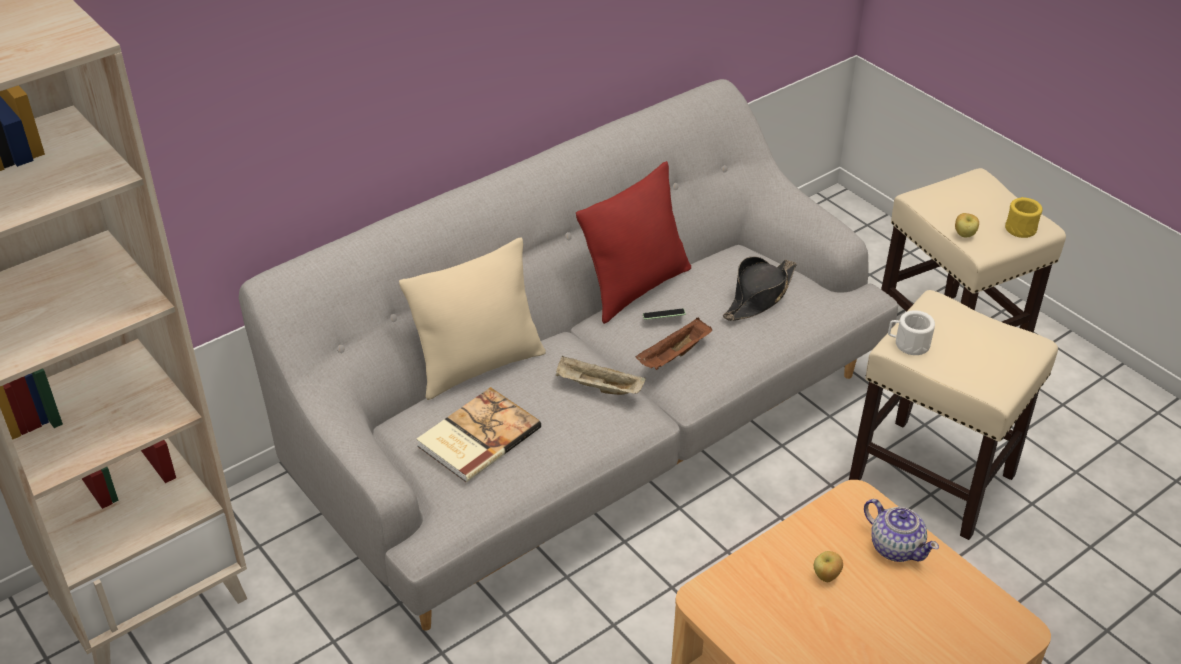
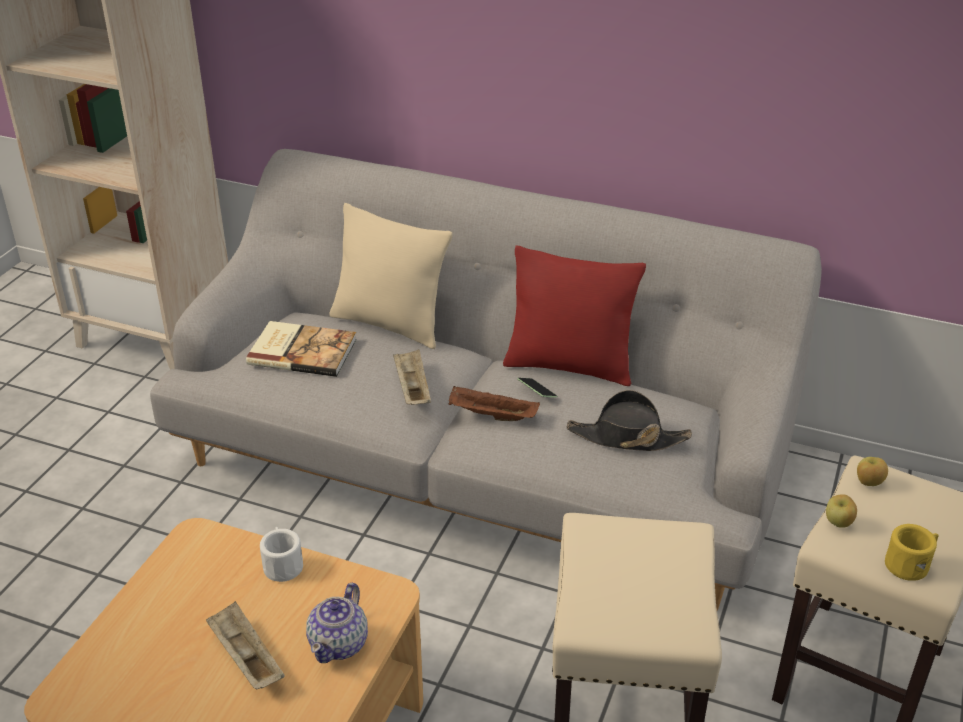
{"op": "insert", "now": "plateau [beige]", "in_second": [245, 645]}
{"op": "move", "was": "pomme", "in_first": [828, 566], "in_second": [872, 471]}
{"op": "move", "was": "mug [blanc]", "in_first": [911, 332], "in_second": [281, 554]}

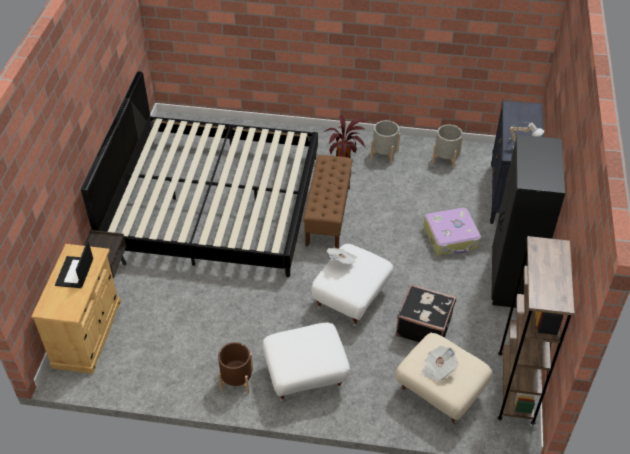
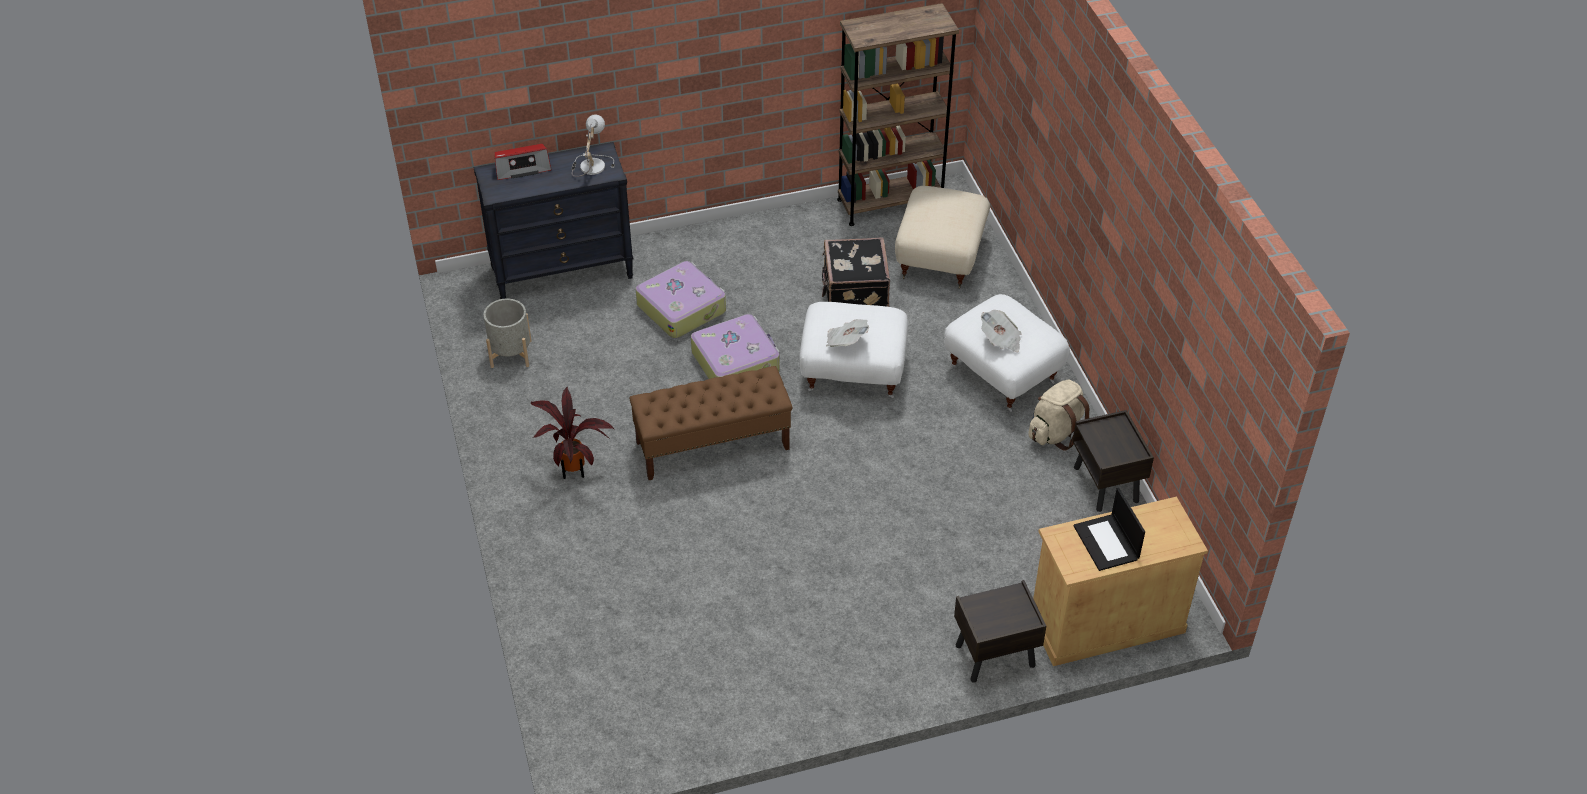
{"op": "delete", "was": "lit", "in_first": [199, 174]}
{"op": "delete", "was": "cache-pot [gris]", "in_first": [385, 142]}
{"op": "delete", "was": "armoire [noir]", "in_first": [528, 221]}
{"op": "insert", "now": "radio", "in_second": [523, 162]}
{"op": "insert", "now": "valise", "in_second": [735, 346]}
{"op": "insert", "now": "table de chevet [marron]", "in_second": [1113, 461]}
{"op": "move", "was": "journal", "in_first": [439, 364], "in_second": [1001, 331]}
{"op": "replace", "was": "cache-pot [marron]", "now": "sac à dos [beige]", "in_first": [235, 368], "in_second": [1058, 415]}
{"op": "rotate", "was": "ordinateur portable", "in_first": [74, 264], "in_second": [1109, 529], "clockwise": 90}

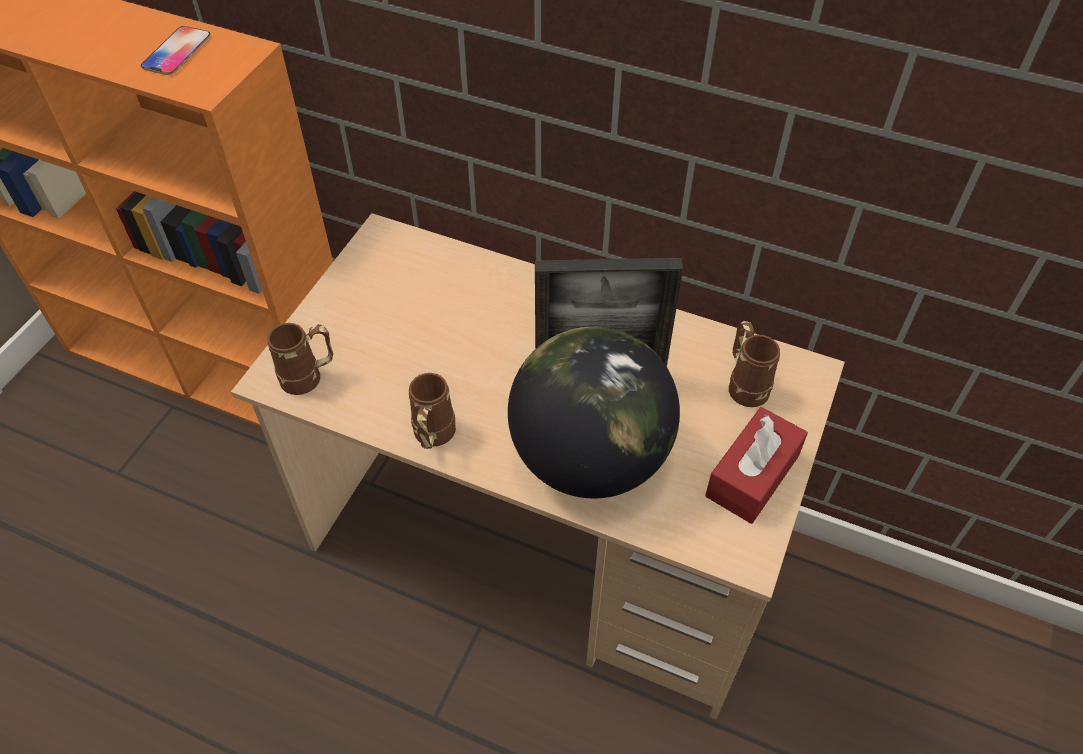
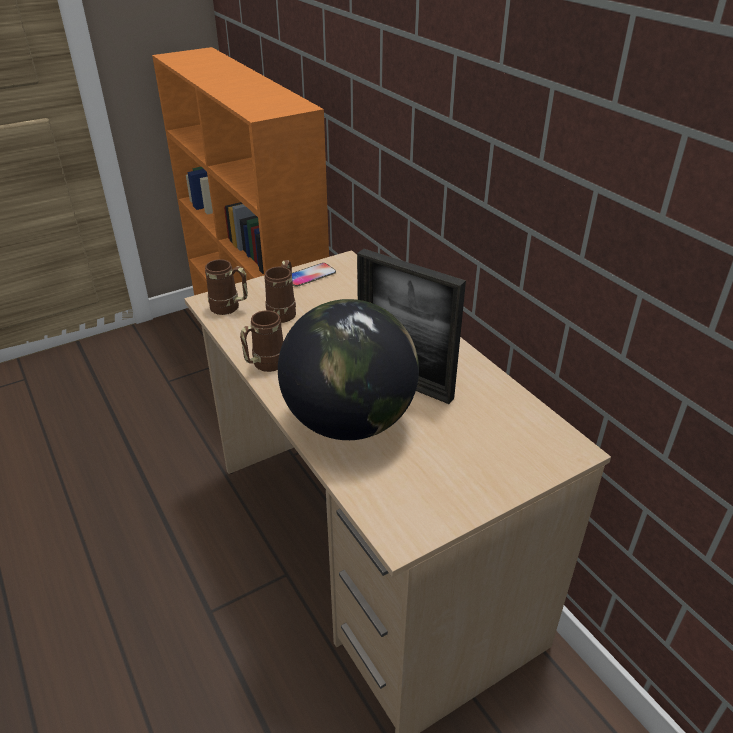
{"op": "delete", "was": "boîte à mouchoirs [rouge]", "in_first": [756, 465]}
{"op": "move", "was": "téléphone", "in_first": [176, 50], "in_second": [314, 275]}
{"op": "move", "was": "mug [marron]", "in_first": [754, 364], "in_second": [280, 291]}

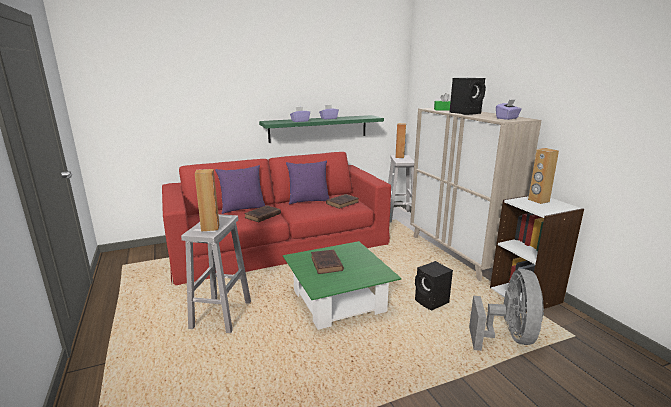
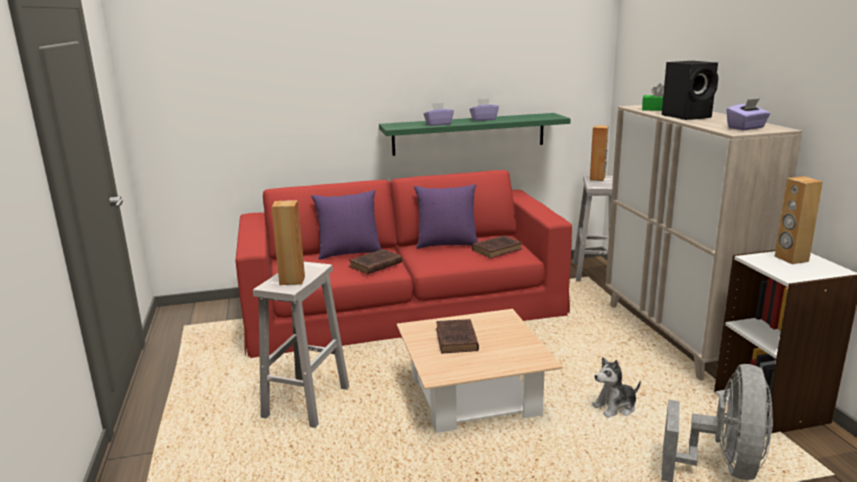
{"op": "replace", "was": "enceinte [noir]", "now": "peluche", "in_first": [434, 286], "in_second": [616, 387]}
{"op": "recolor", "was": "table basse [vert]", "now": "table basse [beige]", "in_first": [342, 285], "in_second": [479, 371]}

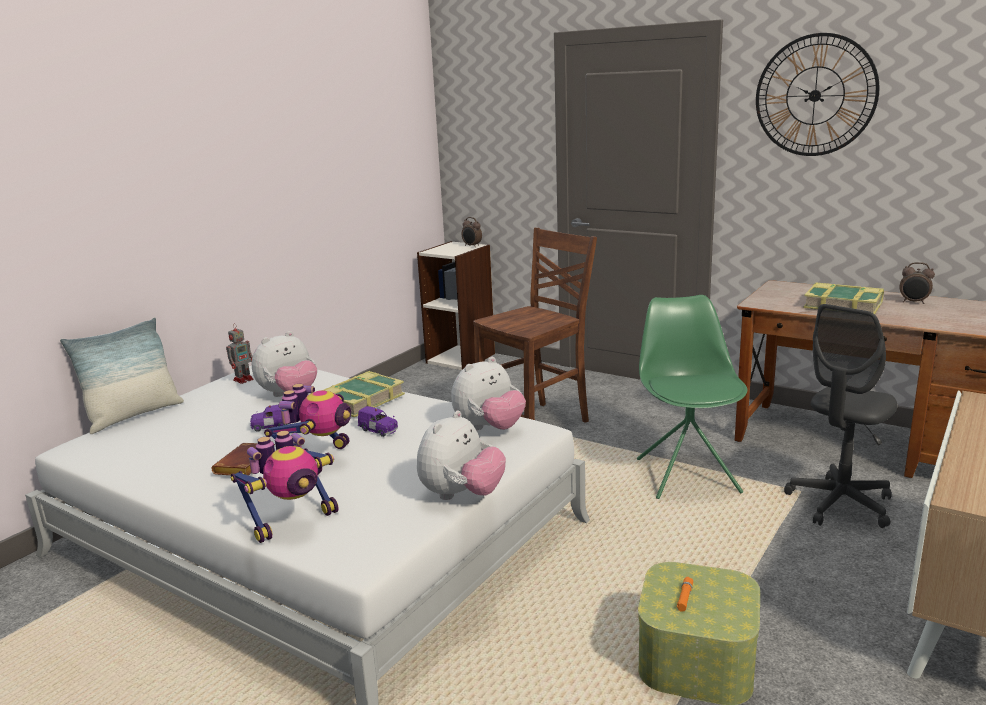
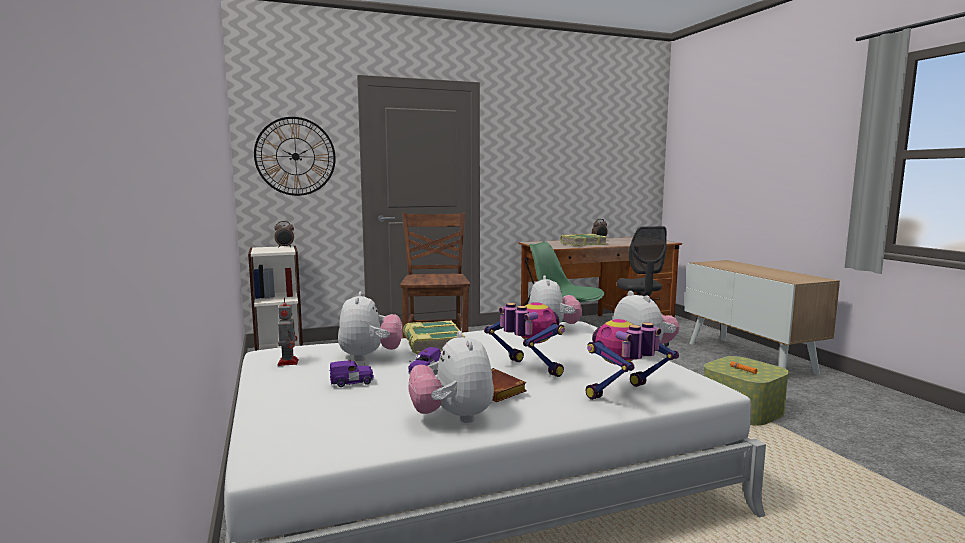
{"op": "delete", "was": "coussin", "in_first": [122, 375]}
{"op": "insert", "now": "peluche", "in_second": [451, 377]}
{"op": "move", "was": "petite voiture [violet]", "in_first": [378, 421], "in_second": [352, 373]}
{"op": "move", "was": "horloge murale", "in_first": [818, 94], "in_second": [295, 156]}
{"op": "rotate", "was": "robot jouet", "in_first": [284, 487], "in_second": [632, 359], "clockwise": -120}

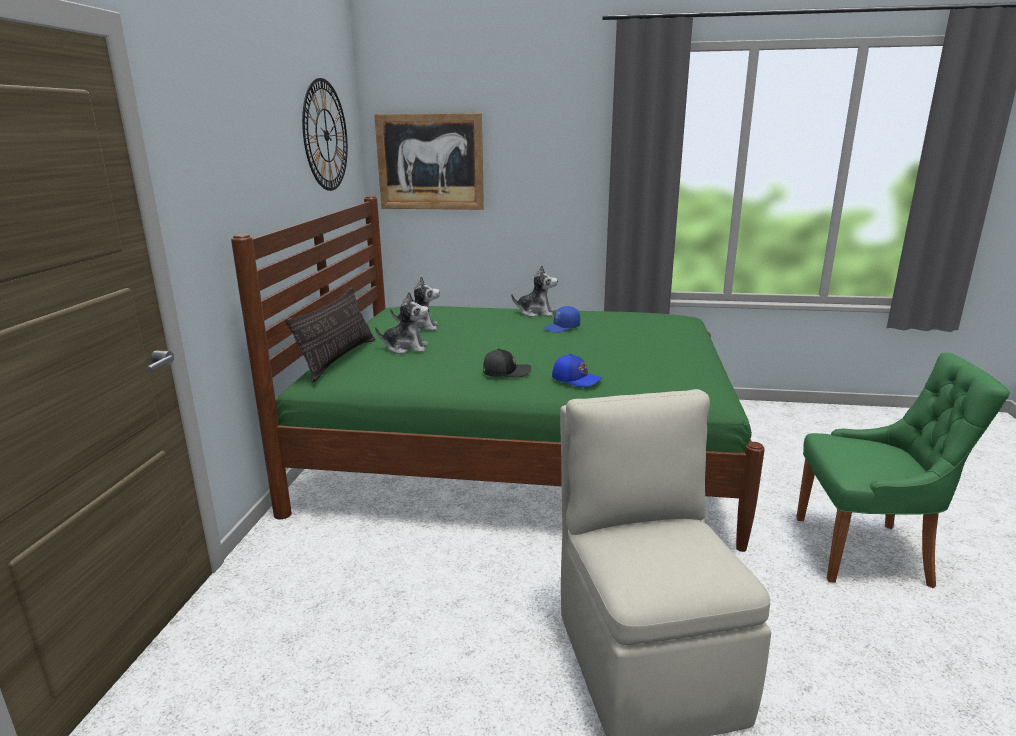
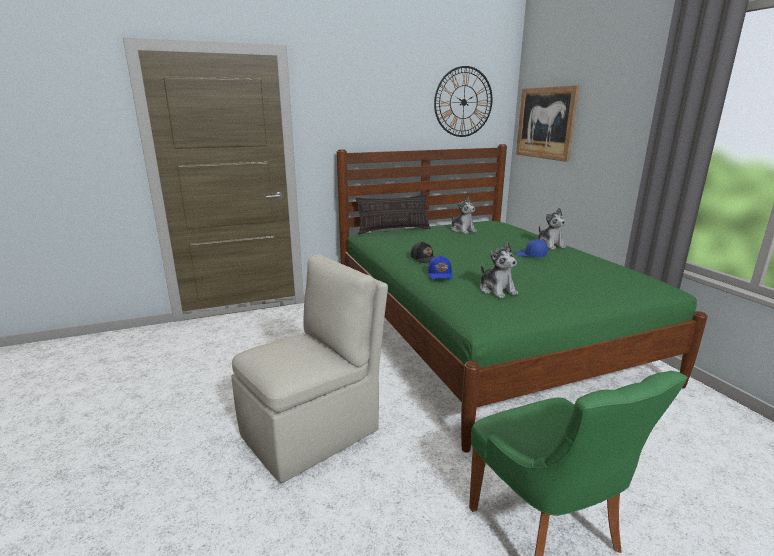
{"op": "move", "was": "peluche", "in_first": [402, 323], "in_second": [499, 270]}

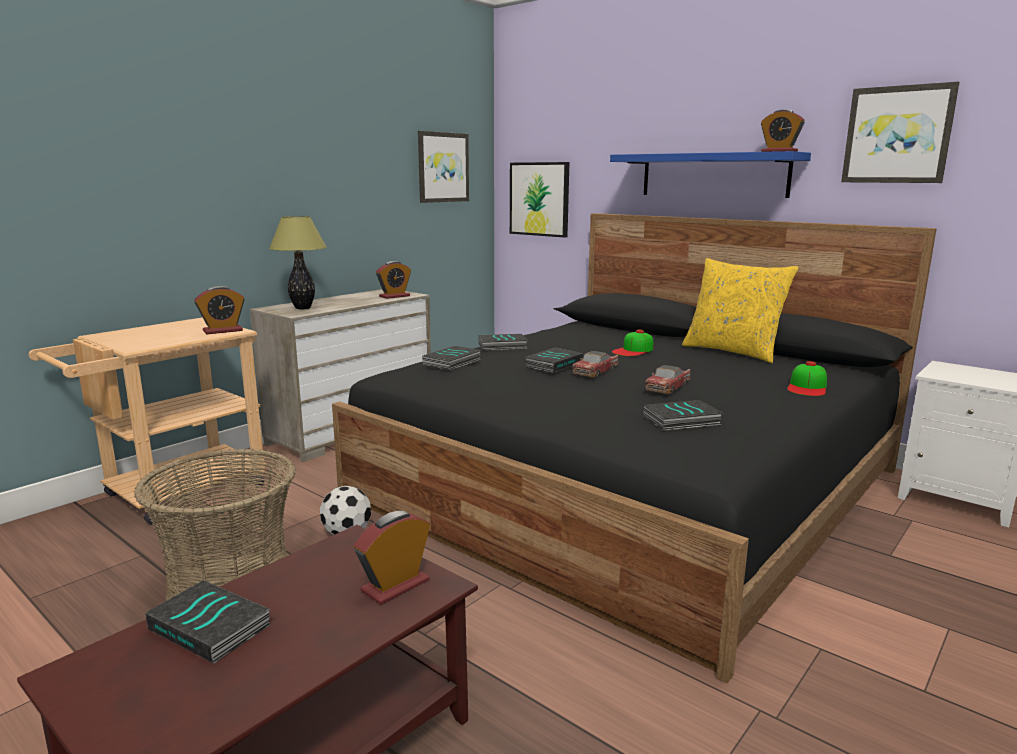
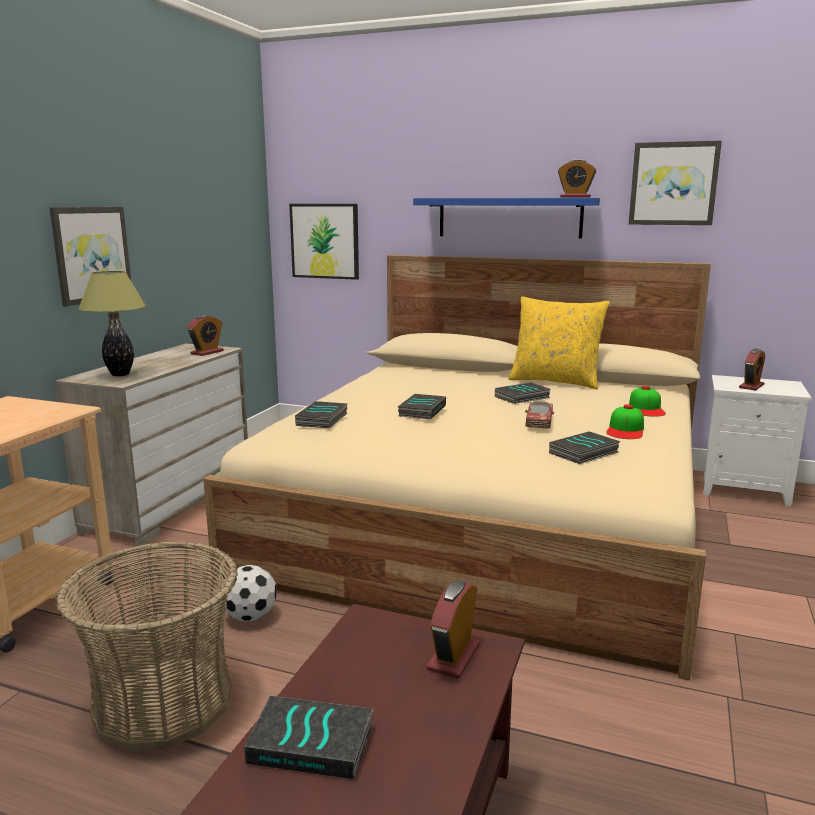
{"op": "delete", "was": "petite voiture", "in_first": [595, 364]}
{"op": "move", "was": "réveil", "in_first": [219, 310], "in_second": [752, 370]}
{"op": "move", "was": "tableau", "in_first": [443, 167], "in_second": [90, 256]}
{"op": "move", "was": "livre", "in_first": [503, 342], "in_second": [523, 393]}
{"op": "move", "was": "casquette", "in_first": [632, 342], "in_second": [625, 421]}
{"op": "recolor", "was": "lit [noir]", "now": "lit [beige]", "in_first": [634, 448], "in_second": [457, 467]}

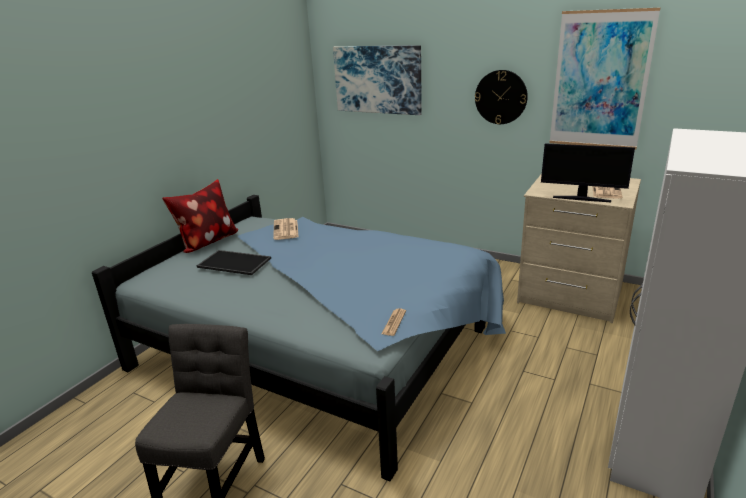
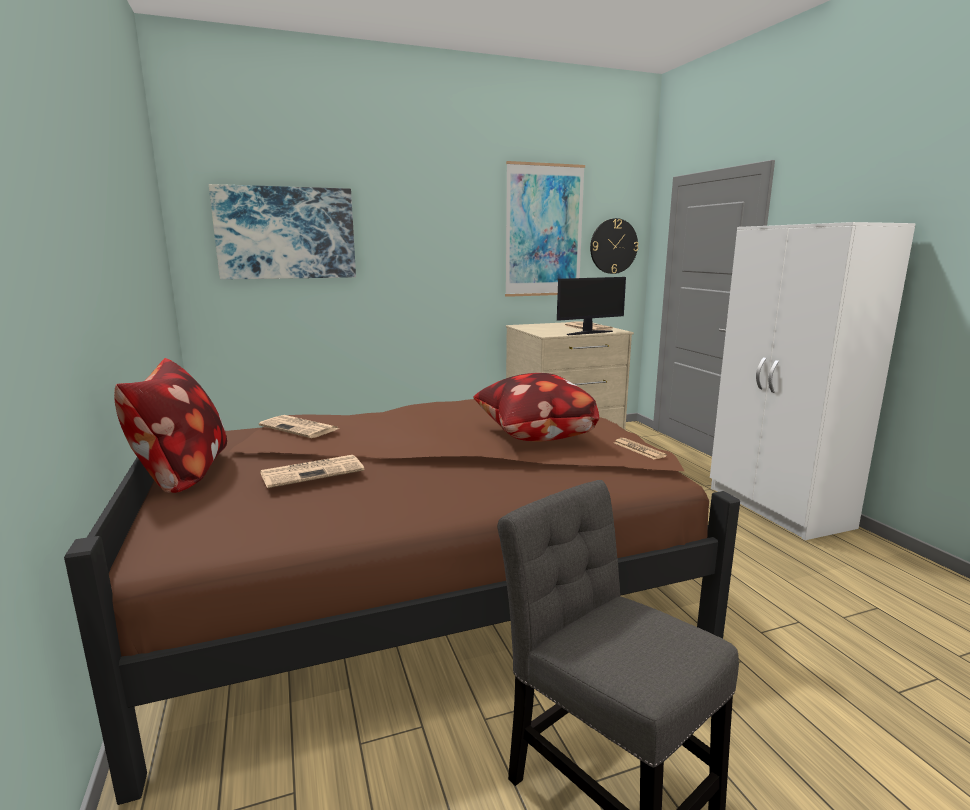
{"op": "insert", "now": "coussin", "in_second": [536, 407]}
{"op": "move", "was": "horloge murale", "in_first": [501, 97], "in_second": [614, 246]}
{"op": "replace", "was": "plateau", "now": "journal", "in_first": [234, 262], "in_second": [312, 471]}
{"op": "recolor", "was": "lit [bleu]", "now": "lit [marron]", "in_first": [299, 338], "in_second": [402, 602]}

